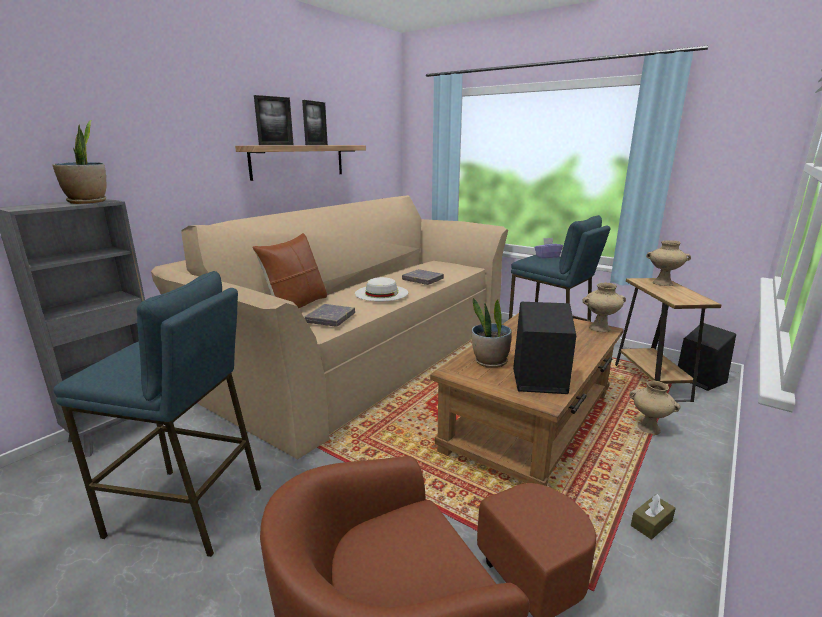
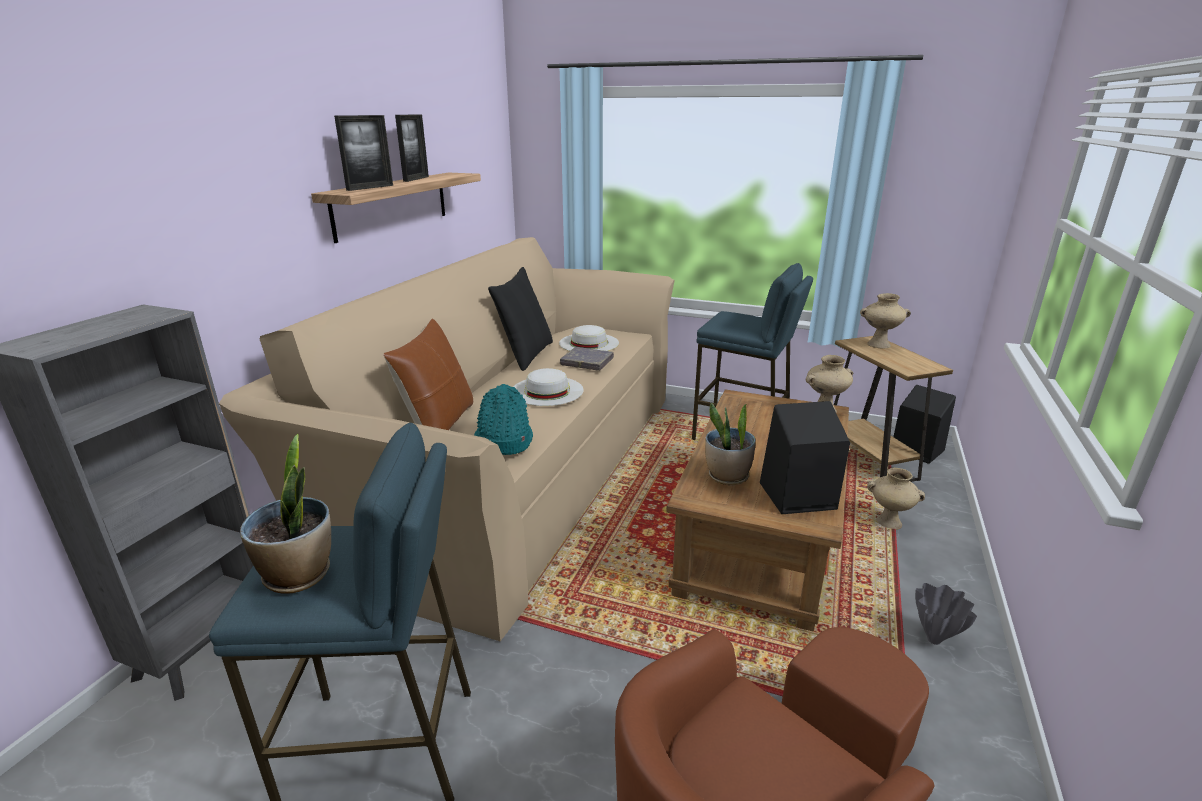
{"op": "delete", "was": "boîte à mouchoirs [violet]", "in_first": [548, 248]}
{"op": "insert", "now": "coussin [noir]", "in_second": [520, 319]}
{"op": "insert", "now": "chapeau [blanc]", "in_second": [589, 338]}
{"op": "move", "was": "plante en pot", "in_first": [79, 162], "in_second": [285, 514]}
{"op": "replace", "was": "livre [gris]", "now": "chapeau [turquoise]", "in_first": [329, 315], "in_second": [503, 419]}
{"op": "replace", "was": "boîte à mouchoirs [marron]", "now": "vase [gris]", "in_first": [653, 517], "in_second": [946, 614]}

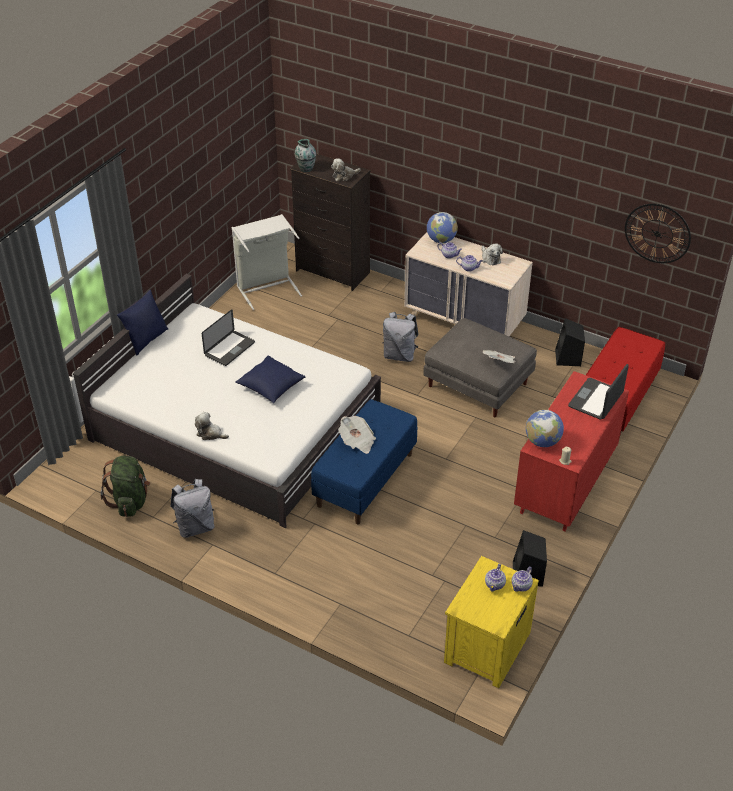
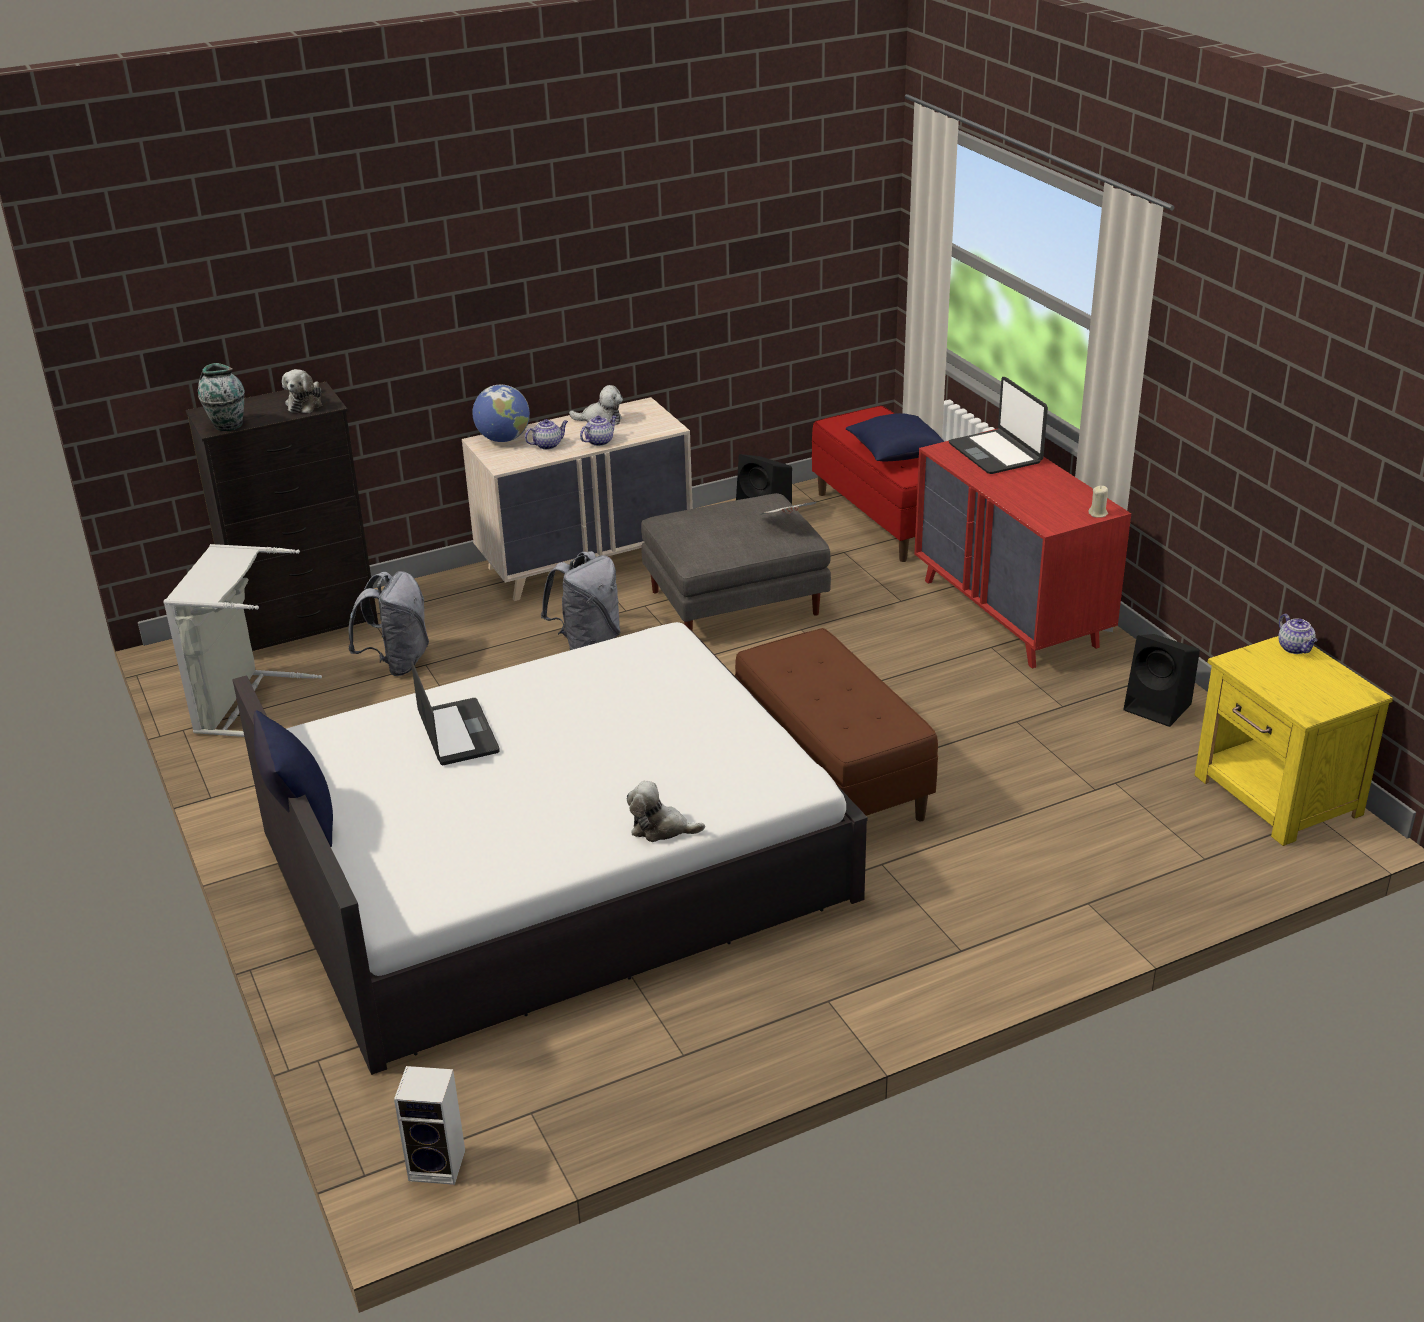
{"op": "delete", "was": "sac à dos [vert]", "in_first": [125, 486]}
{"op": "delete", "was": "journal", "in_first": [357, 435]}
{"op": "delete", "was": "théière", "in_first": [495, 577]}
{"op": "delete", "was": "globe", "in_first": [545, 428]}
{"op": "delete", "was": "horloge murale", "in_first": [658, 233]}
{"op": "insert", "now": "enceinte", "in_second": [429, 1125]}
{"op": "move", "was": "sac à dos [gris]", "in_first": [192, 508], "in_second": [388, 623]}
{"op": "move", "was": "coussin [bleu]", "in_first": [270, 380], "in_second": [894, 437]}
{"op": "recolor", "was": "banc [bleu]", "now": "banc [marron]", "in_first": [364, 461], "in_second": [836, 724]}
{"op": "rotate", "was": "peluche", "in_first": [212, 426], "in_second": [666, 811], "clockwise": 45}

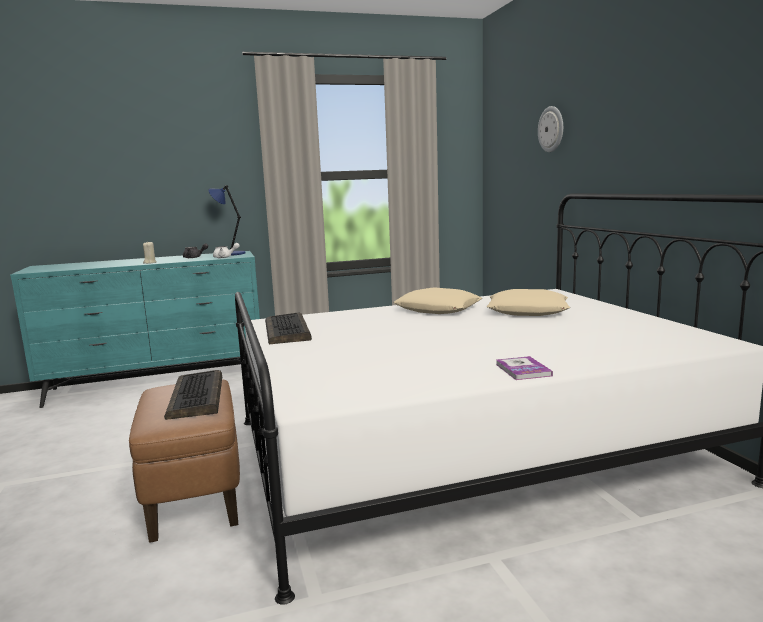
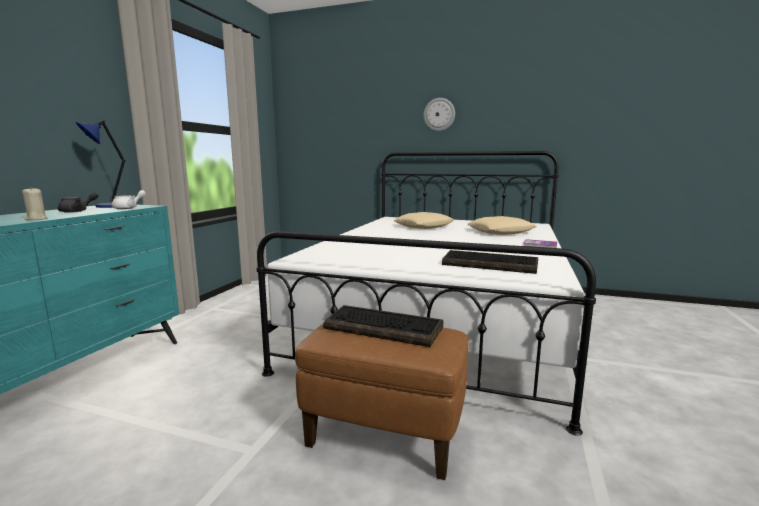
{"op": "move", "was": "clavier", "in_first": [288, 328], "in_second": [490, 262]}
{"op": "move", "was": "coussin [beige]", "in_first": [437, 300], "in_second": [501, 225]}
{"op": "move", "was": "horloge murale", "in_first": [550, 129], "in_second": [439, 114]}

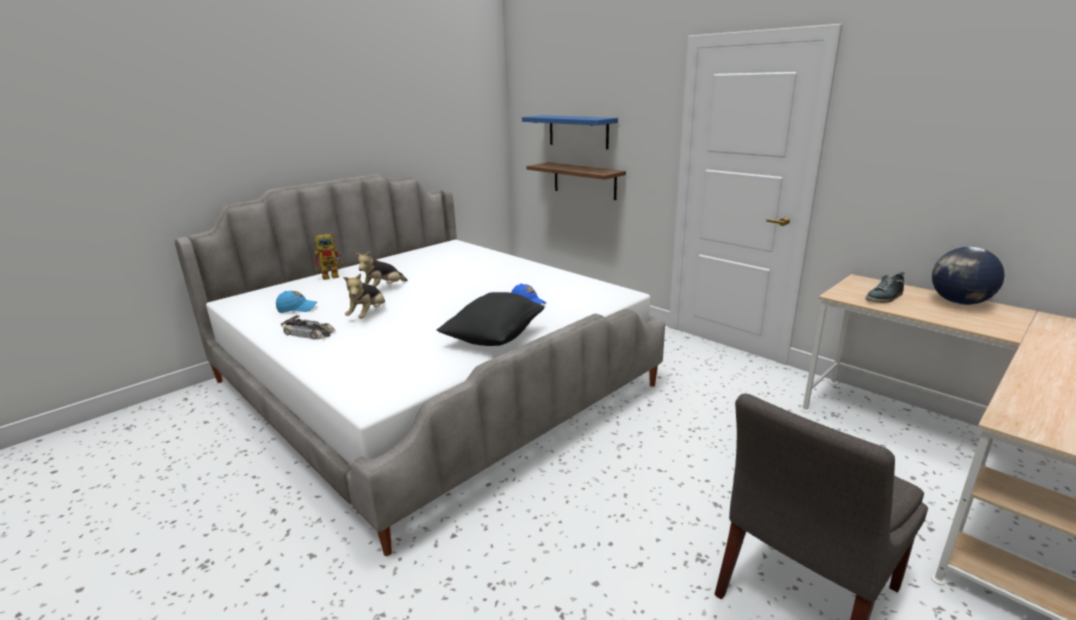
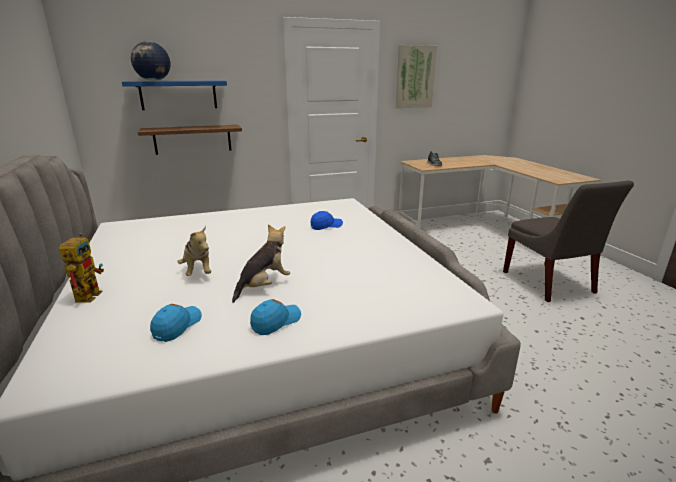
{"op": "delete", "was": "coussin [noir]", "in_first": [490, 319]}
{"op": "insert", "now": "tableau", "in_second": [416, 76]}
{"op": "move", "was": "globe", "in_first": [968, 276], "in_second": [151, 61]}
{"op": "replace", "was": "petite voiture", "now": "casquette [bleu]", "in_first": [308, 327], "in_second": [275, 317]}
{"op": "rotate", "was": "peluche", "in_first": [364, 295], "in_second": [261, 264], "clockwise": -90}

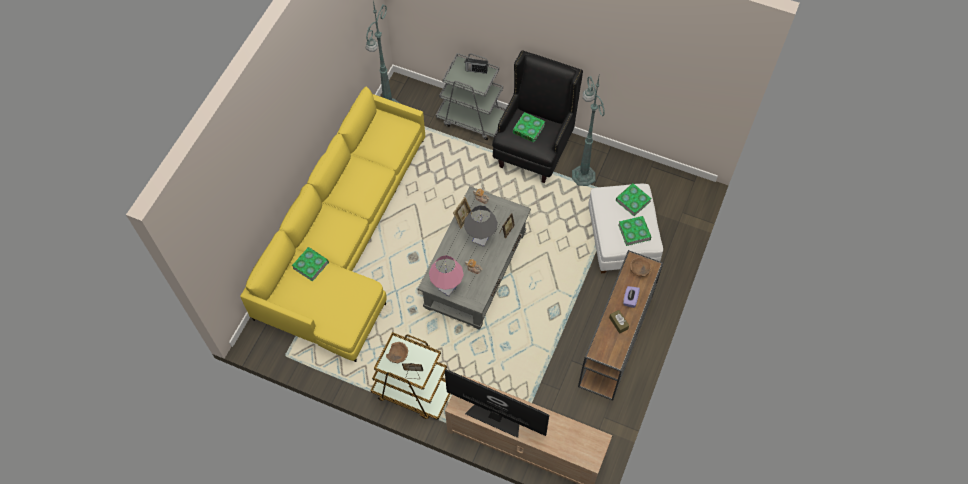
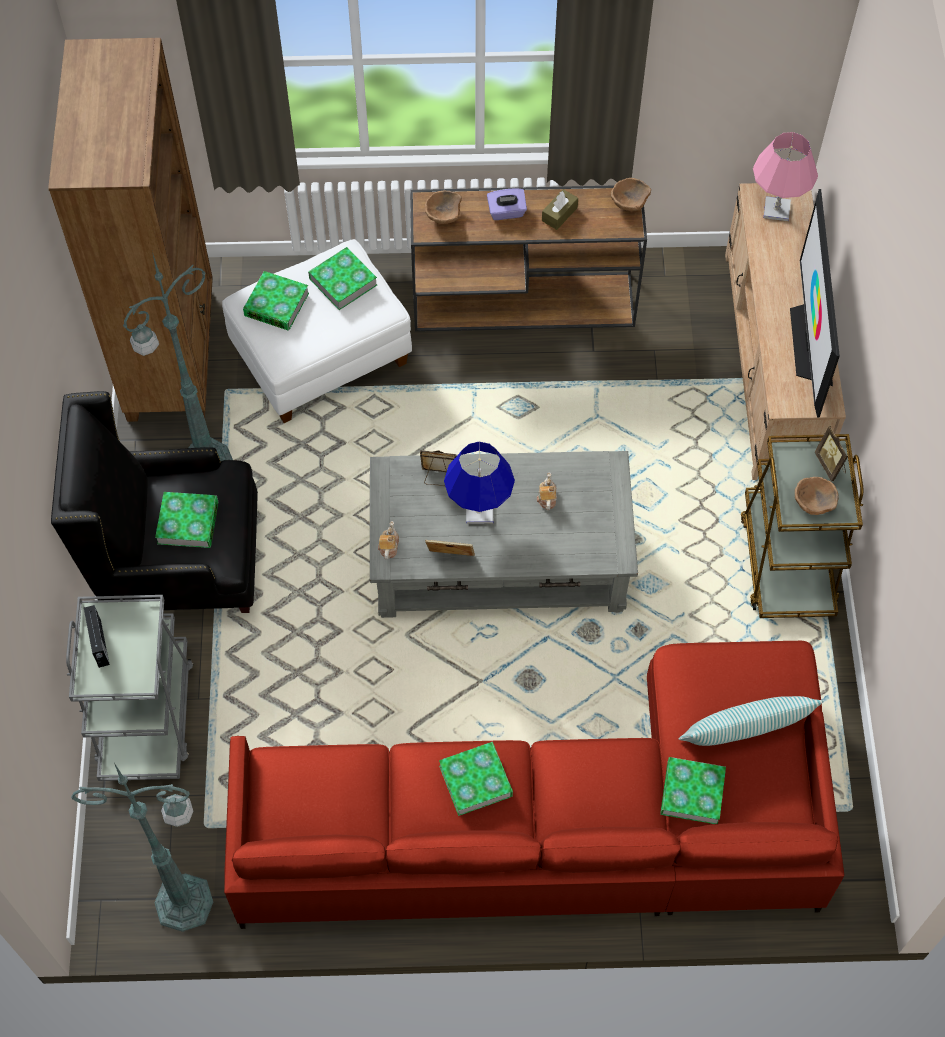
{"op": "insert", "now": "bibliothèque [marron]", "in_second": [130, 230]}
{"op": "insert", "now": "livre", "in_second": [476, 779]}
{"op": "insert", "now": "bol [marron]", "in_second": [631, 194]}
{"op": "insert", "now": "coussin", "in_second": [751, 721]}
{"op": "move", "was": "lampe de table [rose]", "in_first": [446, 275], "in_second": [785, 176]}
{"op": "recolor", "was": "canapé [jaune]", "now": "canapé [rouge]", "in_first": [332, 224], "in_second": [534, 785]}
{"op": "recolor", "was": "lampe de table [gris]", "now": "lampe de table [bleu]", "in_first": [481, 226], "in_second": [479, 482]}

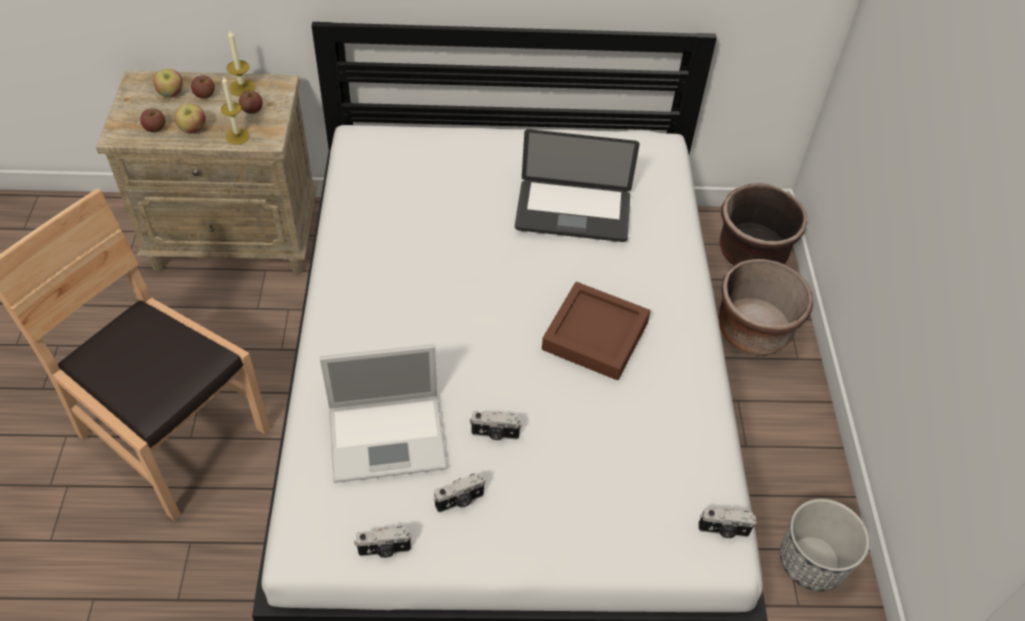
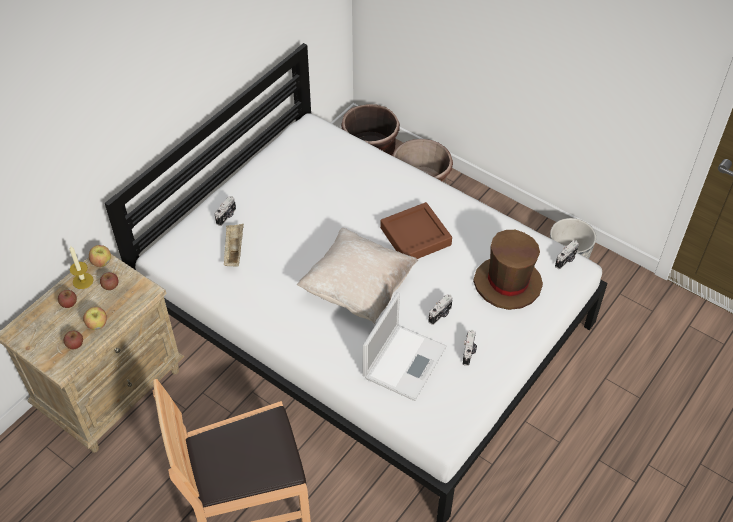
{"op": "delete", "was": "bougie", "in_first": [235, 110]}
{"op": "delete", "was": "ordinateur portable", "in_first": [577, 185]}
{"op": "insert", "now": "plateau [beige]", "in_second": [234, 245]}
{"op": "insert", "now": "coussin [beige]", "in_second": [357, 276]}
{"op": "insert", "now": "chapeau [marron]", "in_second": [508, 270]}
{"op": "move", "was": "pomme", "in_first": [168, 83], "in_second": [100, 256]}
{"op": "move", "was": "appareil photo", "in_first": [383, 542], "in_second": [225, 211]}

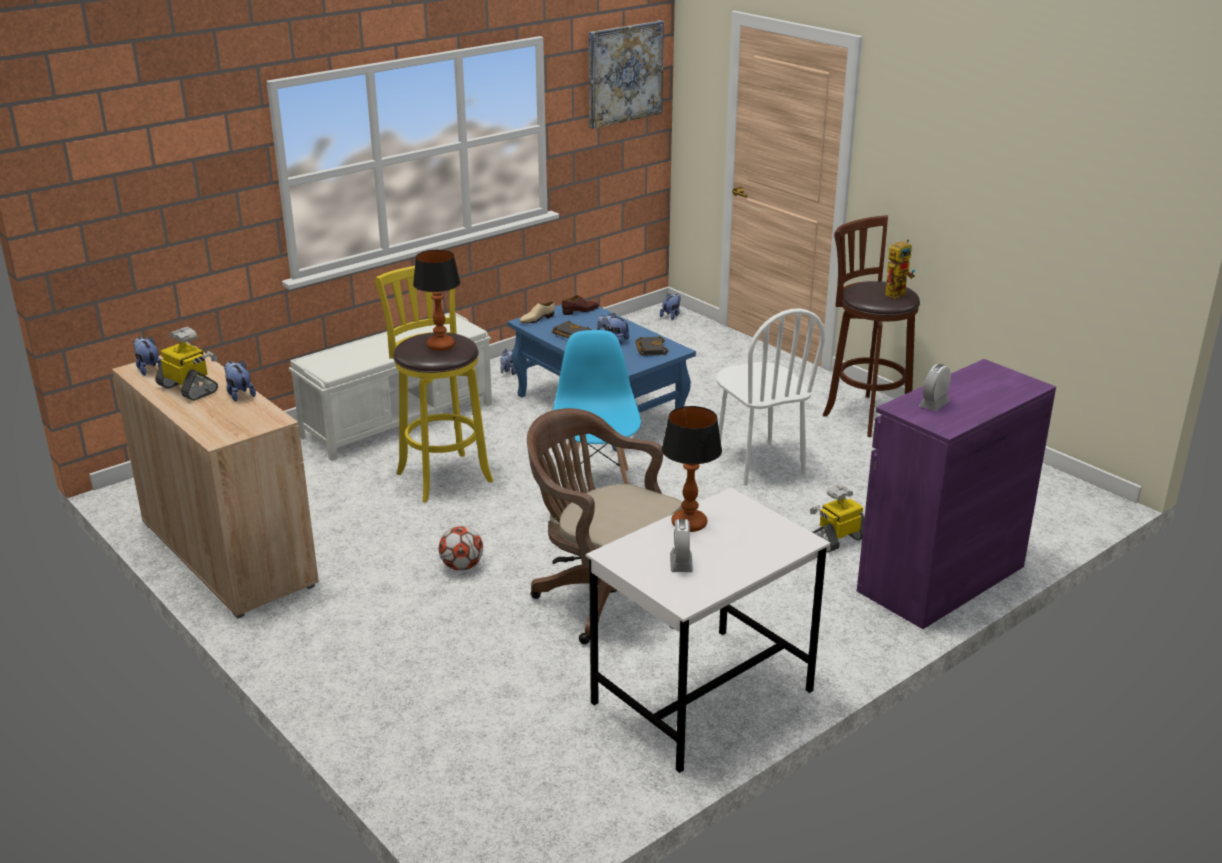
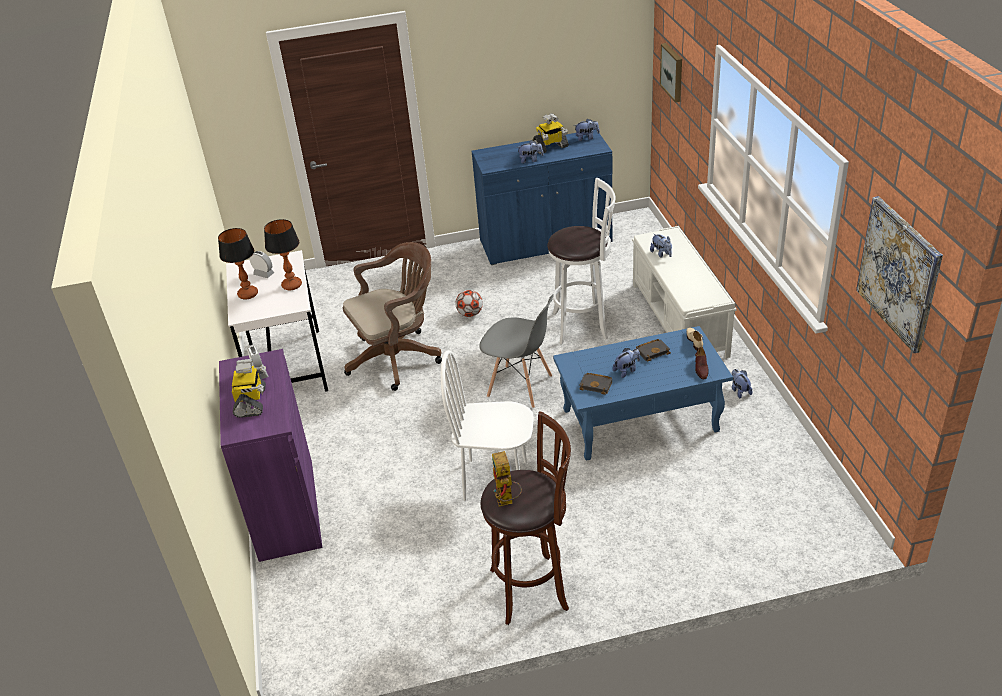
{"op": "insert", "now": "tableau", "in_second": [671, 73]}
{"op": "move", "was": "lampe de table", "in_first": [436, 300], "in_second": [238, 264]}
{"op": "move", "was": "peluche", "in_first": [670, 307], "in_second": [661, 245]}
{"op": "move", "was": "robot jouet", "in_first": [837, 518], "in_second": [249, 388]}
{"op": "recolor", "was": "meuble de rangement [beige]", "now": "meuble de rangement [bleu]", "in_first": [215, 482], "in_second": [542, 197]}
{"op": "recolor", "was": "tabouret [jaune]", "now": "tabouret [blanc]", "in_first": [434, 384], "in_second": [582, 261]}
{"op": "recolor", "was": "chaise [bleu]", "now": "chaise [gris]", "in_first": [597, 409], "in_second": [516, 351]}

